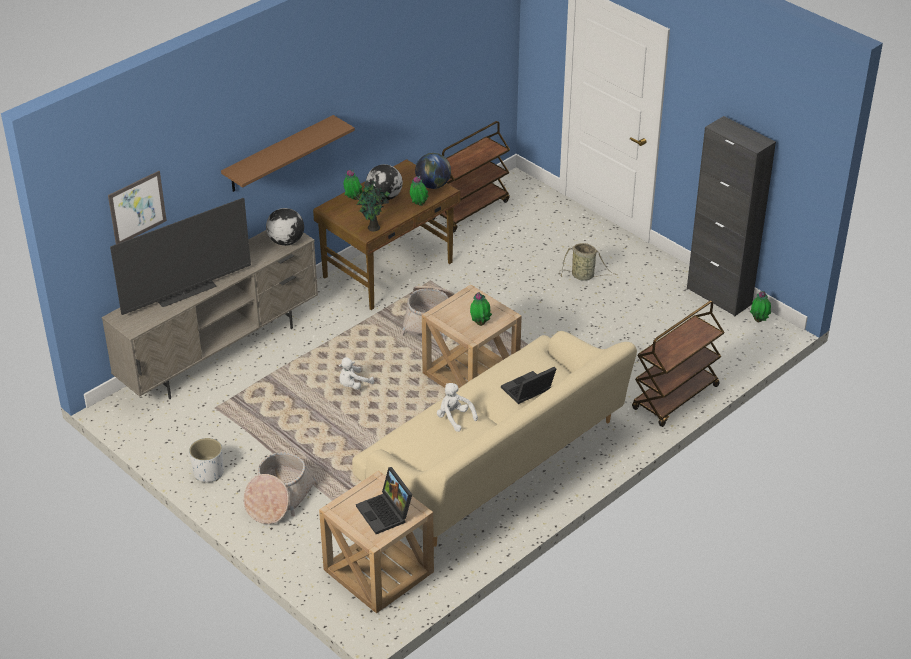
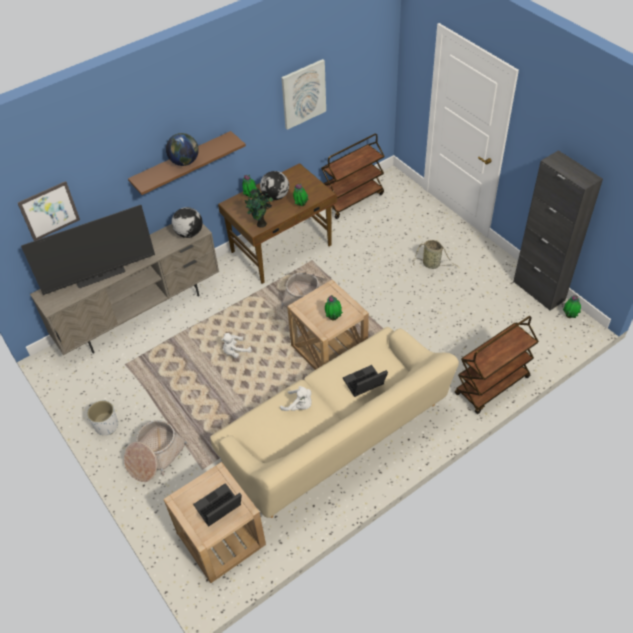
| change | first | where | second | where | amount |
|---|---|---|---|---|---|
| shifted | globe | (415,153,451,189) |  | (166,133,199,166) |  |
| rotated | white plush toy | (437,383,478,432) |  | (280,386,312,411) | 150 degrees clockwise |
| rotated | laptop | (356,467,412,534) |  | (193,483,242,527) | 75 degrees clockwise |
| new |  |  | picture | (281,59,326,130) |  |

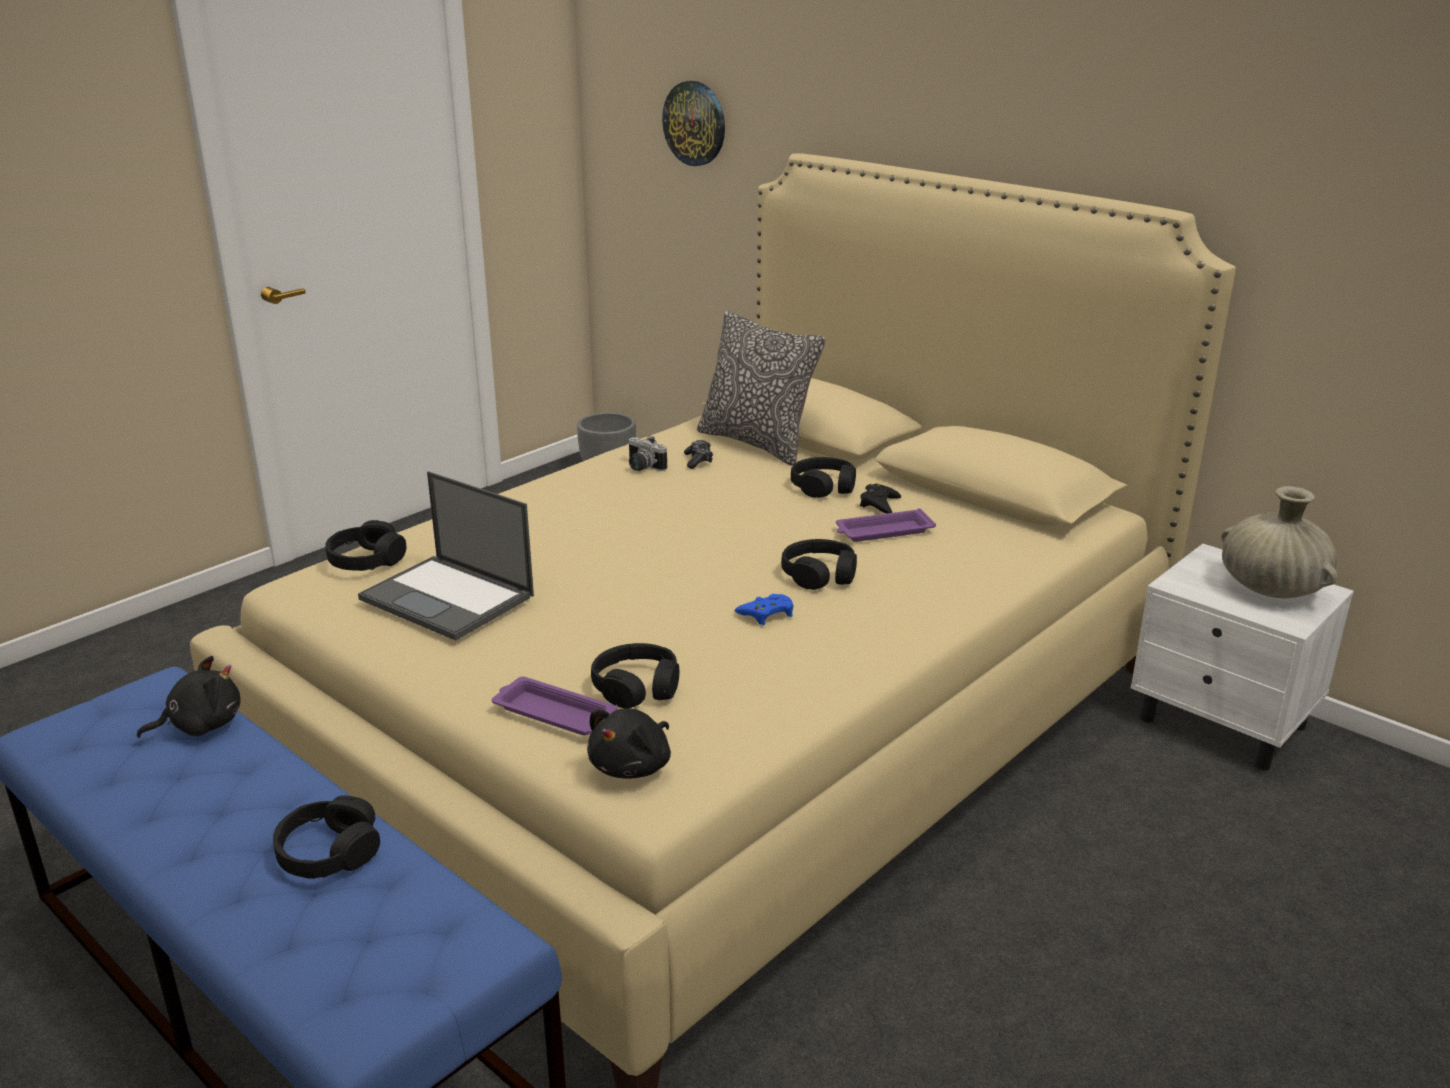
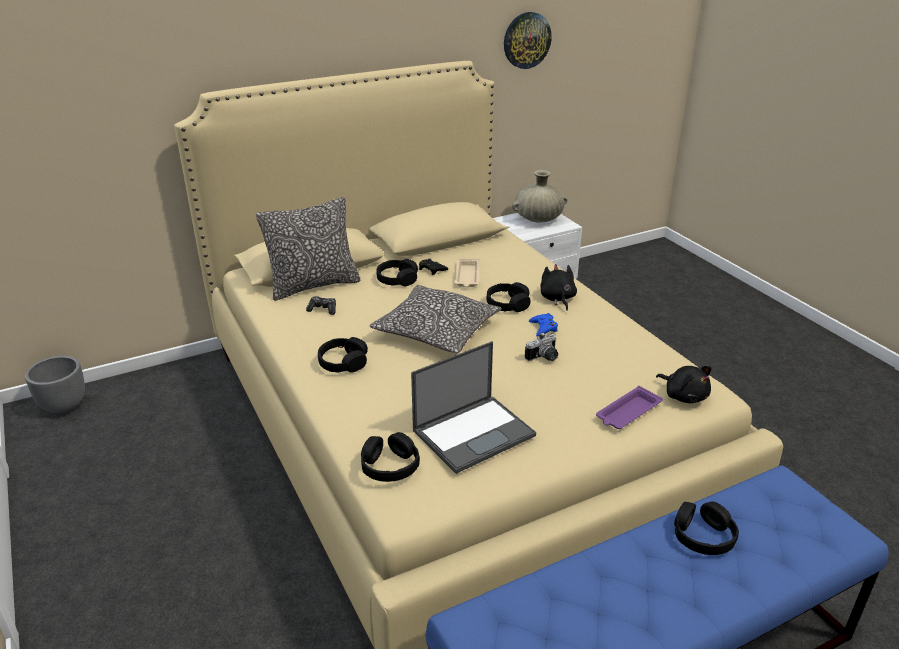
| change | first | where | second | where | amount |
|---|---|---|---|---|---|
| shifted | hanging clock | (662,81,725,166) |  | (504,12,552,69) |  |
| shifted | photo camera | (628,435,667,471) |  | (525,332,558,361) |  |
| repainted | purple serving tray | (836,508,936,542) | sand-coloured serving tray | (454,258,480,287) |  |
| shifted | black headset | (591,643,679,708) |  | (318,337,368,373) |  |
| shifted | black plush toy | (137,656,241,738) |  | (540,264,577,311) |  |
| new |  |  | throw pillow | (369,285,502,353) |  |

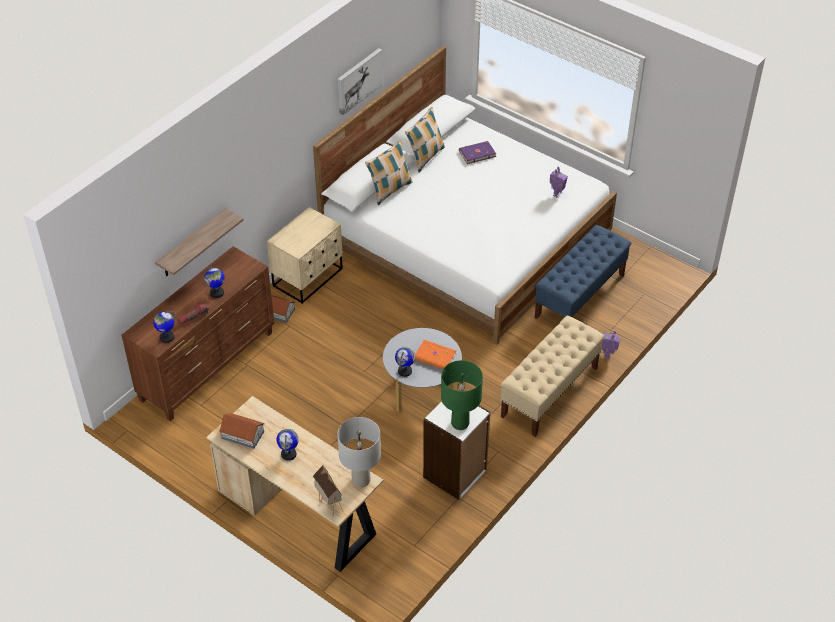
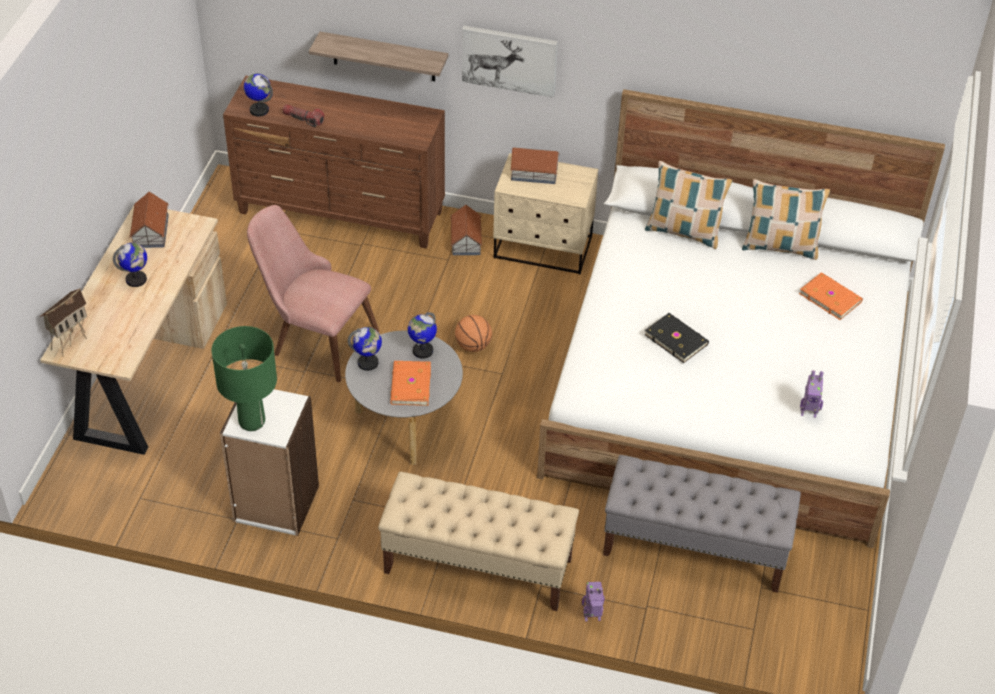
| change | first | where | second | where | amount |
|---|---|---|---|---|---|
| shifted | picture | (338,48,383,116) |  | (462,26,558,98) |  |
| repainted | purple volume | (459,141,496,164) | orangey volume | (799,272,863,320) |  |
| repainted | blue-coloured indoor bench | (535,225,631,319) | gray indoor bench | (603,455,801,593) |  |
| shifted | globe | (204,265,225,298) |  | (408,312,437,359) |  |
| gone | gray tabletop lamp | (337,417,381,488) |  |  |  |
| new |  |  | model house | (510,148,560,184) |  |
| new |  |  | pink-coloured chair | (247,205,379,382) |  |
| new |  |  | black volume | (644,313,709,363) |  |
| new |  |  | basketball ball | (455,315,492,352) |  |

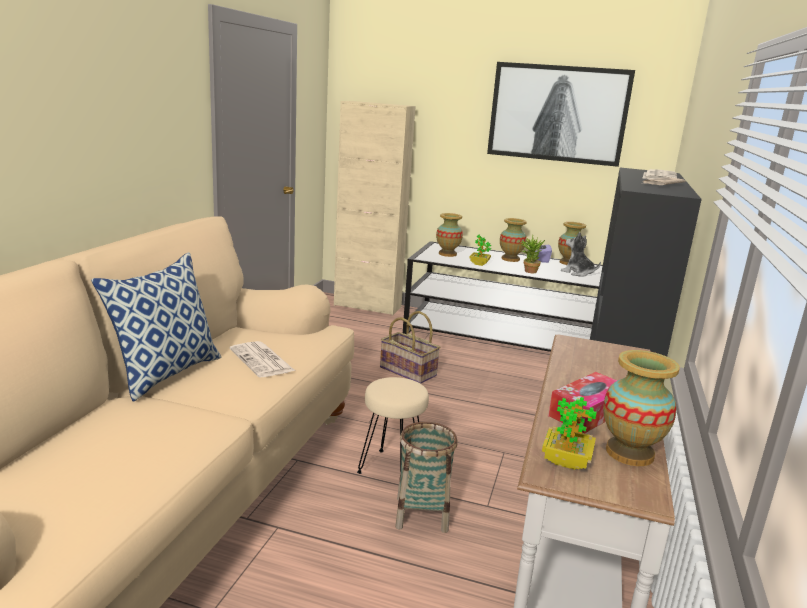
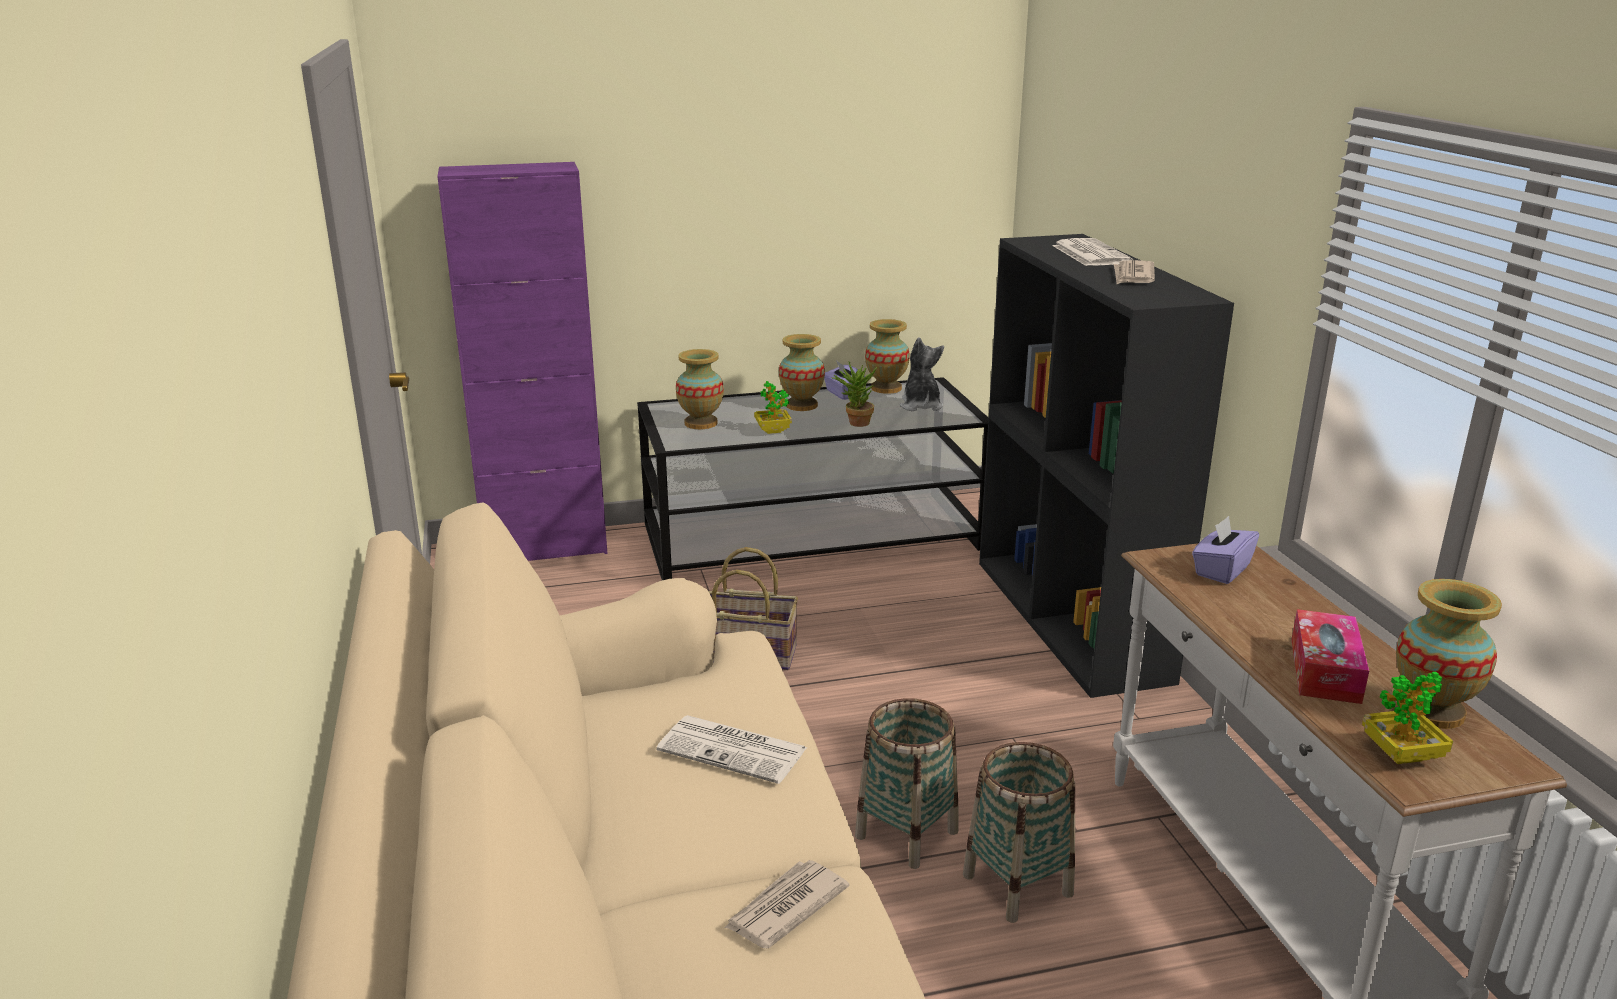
| change | first | where | second | where | amount |
|---|---|---|---|---|---|
| gone | picture | (487,62,635,167) |  |  |  |
| repainted | sand-coloured cupboard | (334,101,416,316) | purple cupboard | (437,162,607,561) |  |
| rotated | plush toy | (561,232,601,277) |  | (900,337,944,411) | 75 degrees clockwise |
| gone | throw pillow | (91,252,222,402) |  |  |  |
| swapped | sand-coloured stool | (357,377,429,474) | storage basket | (855,698,958,869) |  |
| new |  |  | purple box of tissues | (1192,516,1259,584) |  |
| new |  |  | printed paper | (724,860,850,948) |  |

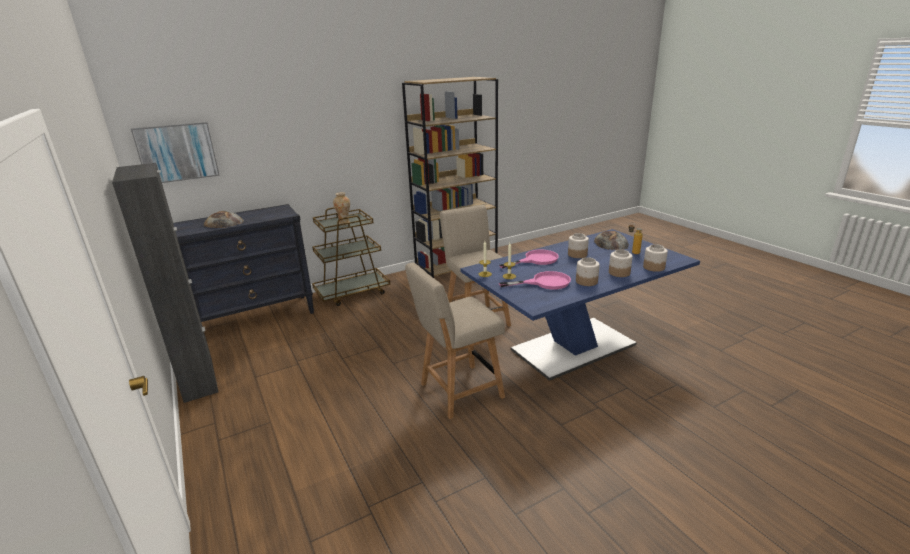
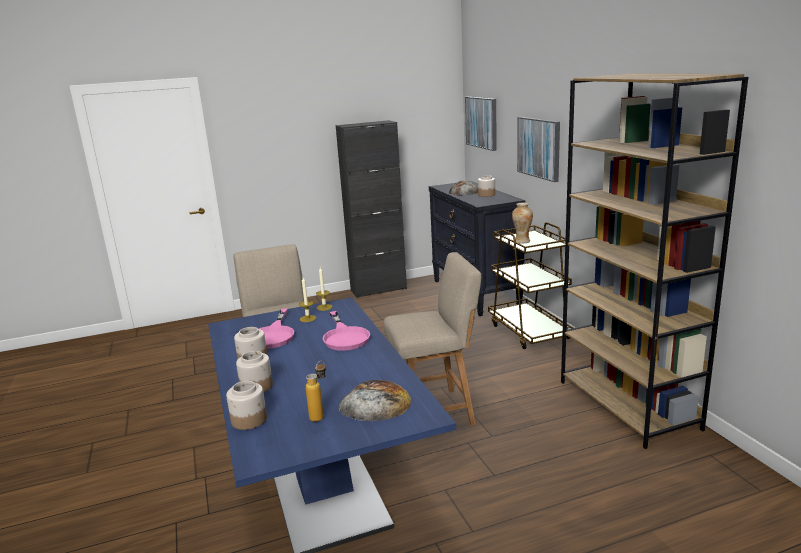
| change | first | where | second | where | amount |
|---|---|---|---|---|---|
| shifted | jar | (568,233,589,258) |  | (478,175,495,197) |  |
| new |  |  | picture | (517,117,560,182) |  |

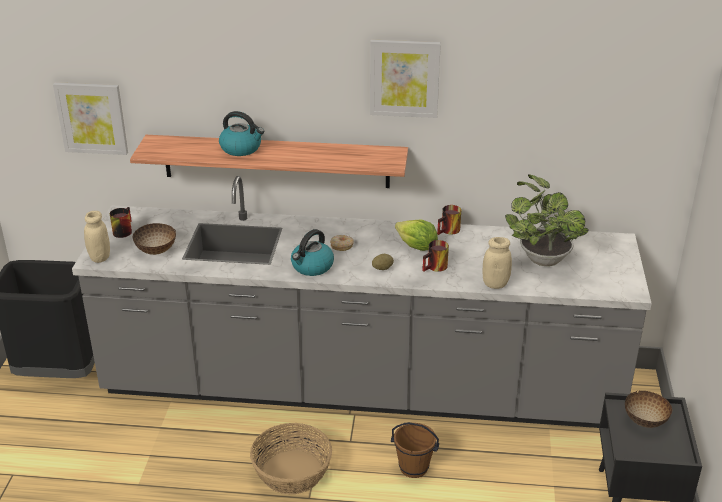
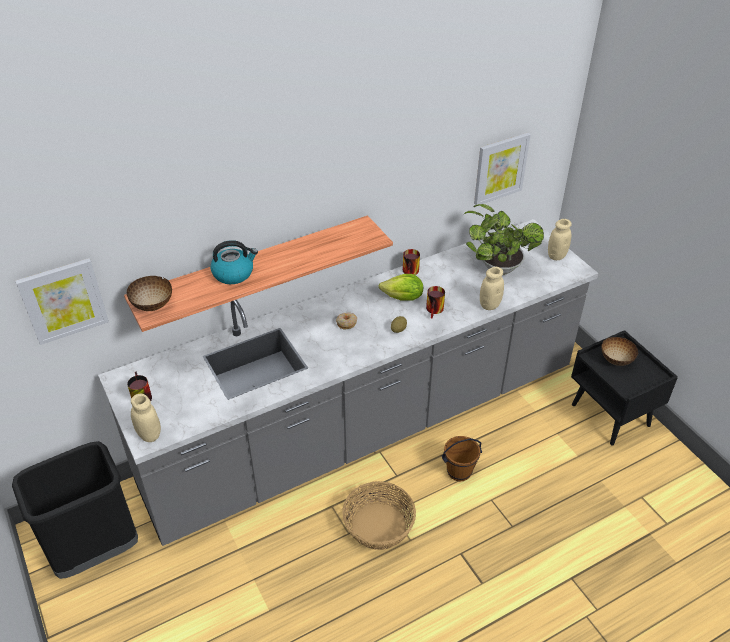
| change | first | where | second | where | amount |
|---|---|---|---|---|---|
| shifted | picture | (370,40,441,118) |  | (474,133,530,205) |  |
| shifted | deep dish | (132,223,176,255) |  | (127,276,172,311) |  |
| gone | kettle | (291,229,334,276) |  |  |  |
| new |  |  | sand-coloured jar | (548,219,572,260) |  |

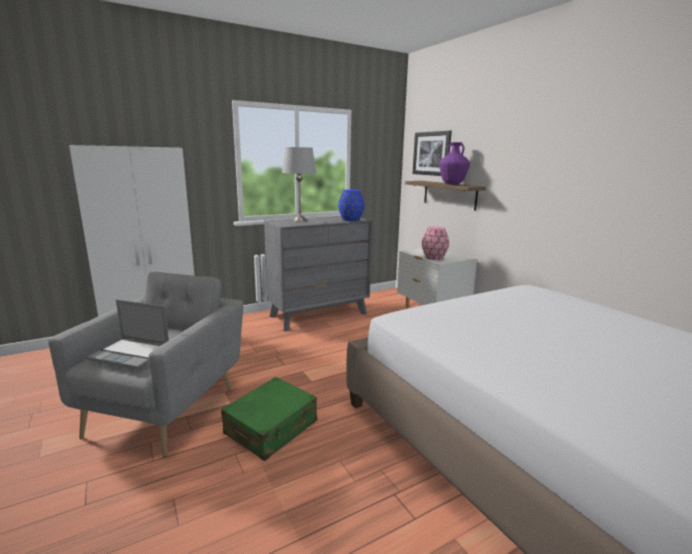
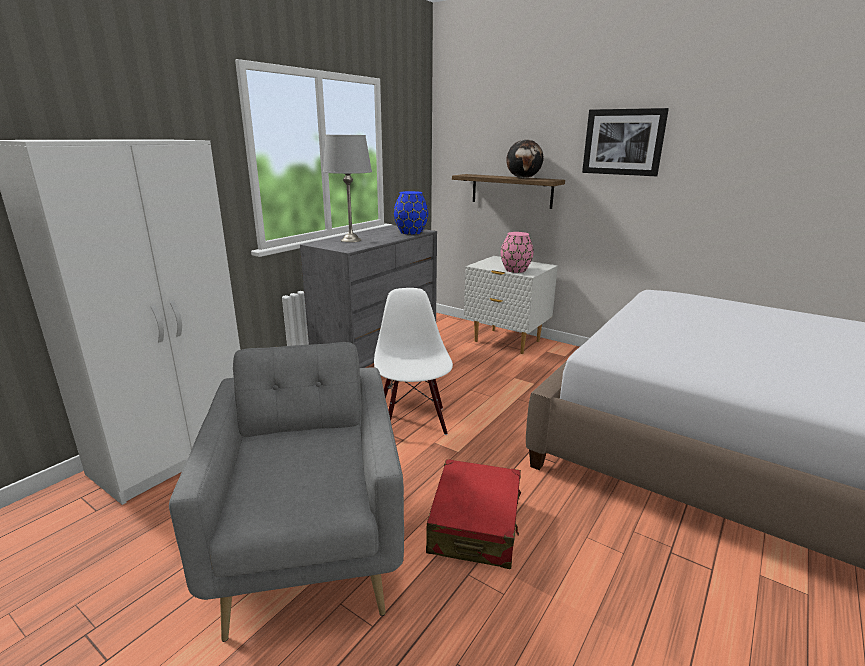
| change | first | where | second | where | amount |
|---|---|---|---|---|---|
| shifted | picture | (412,131,452,176) |  | (582,108,669,176) |  |
| swapped | purple flower vase | (439,142,470,185) | globe | (506,139,543,178) |  |
| gone | laptop | (87,300,169,369) |  |  |  |
| repainted | green-coloured piece of luggage | (221,377,317,461) | red piece of luggage | (426,459,521,569) |  |
| new |  |  | white chair | (374,288,453,435) |  |

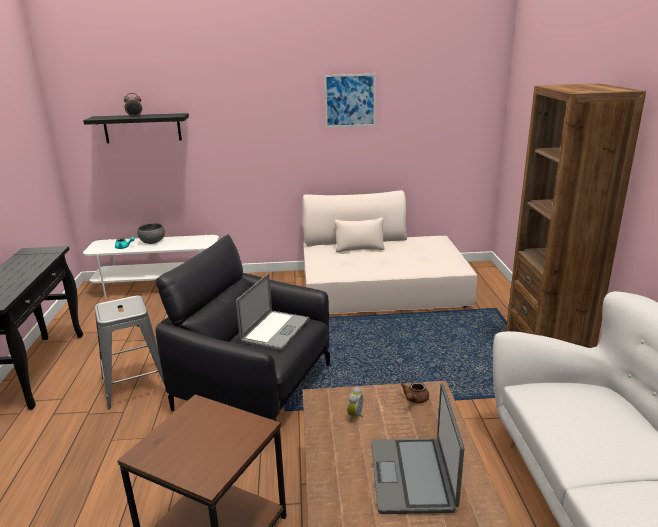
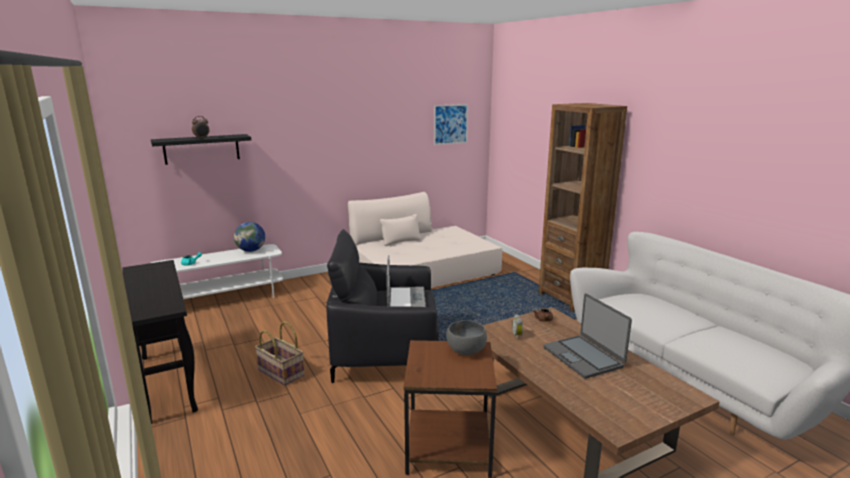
| change | first | where | second | where | amount |
|---|---|---|---|---|---|
| shifted | picture | (325,74,376,128) |  | (434,104,468,145) |  |
| shifted | gray deep dish | (137,223,165,244) |  | (446,320,487,355) |  |
| swapped | gray stool | (95,295,165,410) | storage basket | (255,321,305,386) |  |
| new |  |  | globe | (234,222,265,252) |  |

